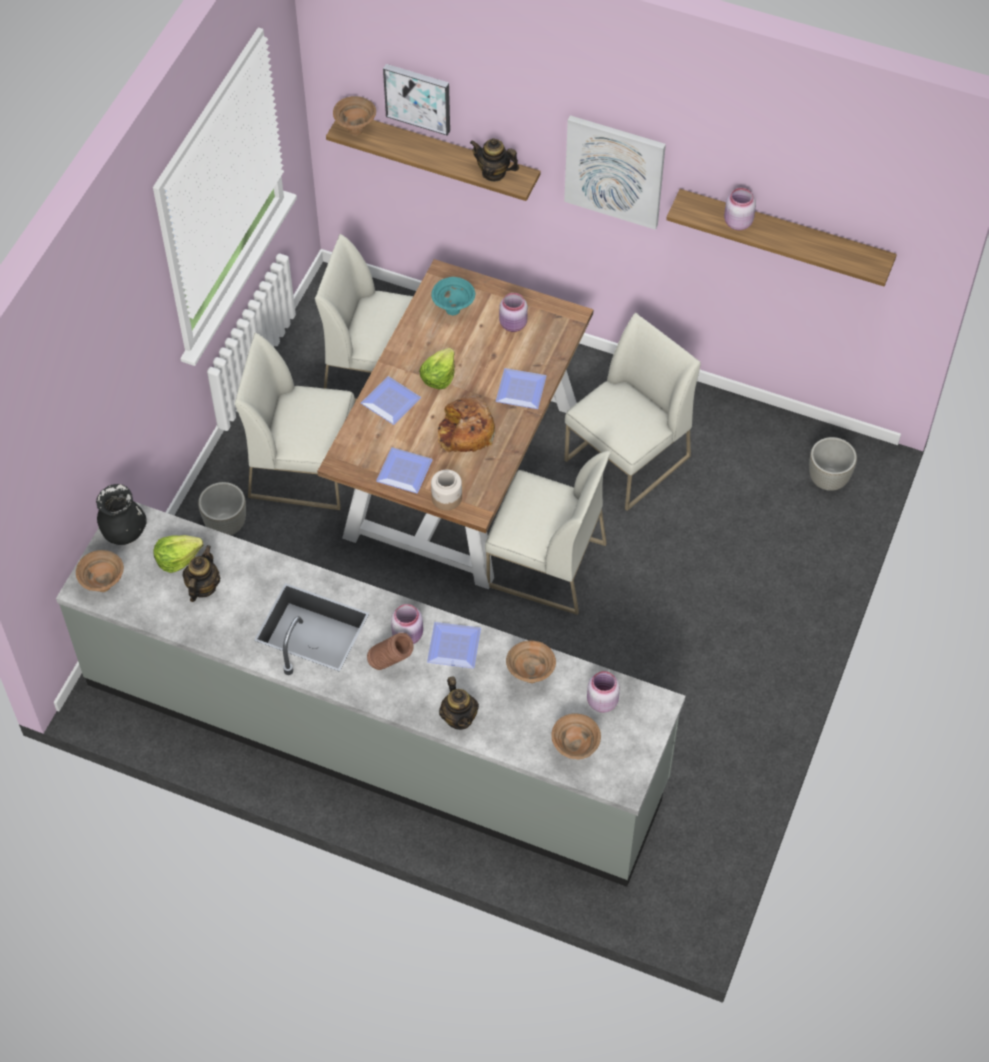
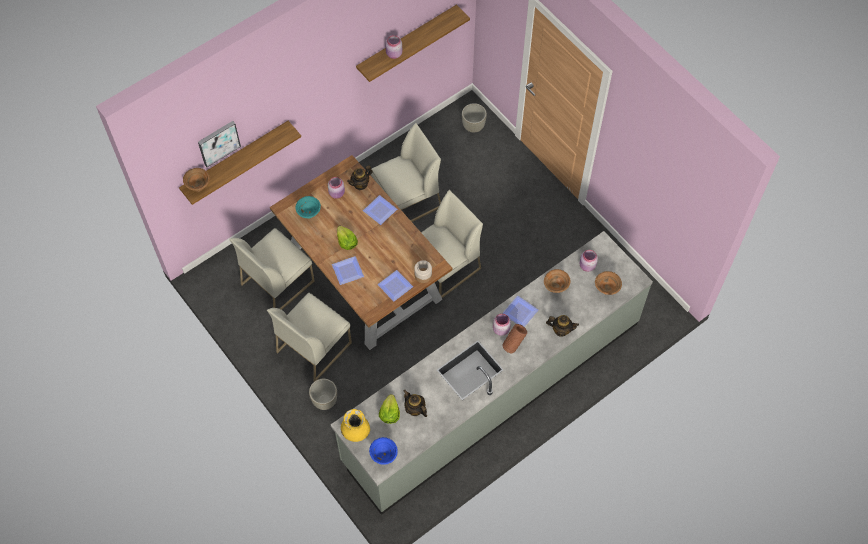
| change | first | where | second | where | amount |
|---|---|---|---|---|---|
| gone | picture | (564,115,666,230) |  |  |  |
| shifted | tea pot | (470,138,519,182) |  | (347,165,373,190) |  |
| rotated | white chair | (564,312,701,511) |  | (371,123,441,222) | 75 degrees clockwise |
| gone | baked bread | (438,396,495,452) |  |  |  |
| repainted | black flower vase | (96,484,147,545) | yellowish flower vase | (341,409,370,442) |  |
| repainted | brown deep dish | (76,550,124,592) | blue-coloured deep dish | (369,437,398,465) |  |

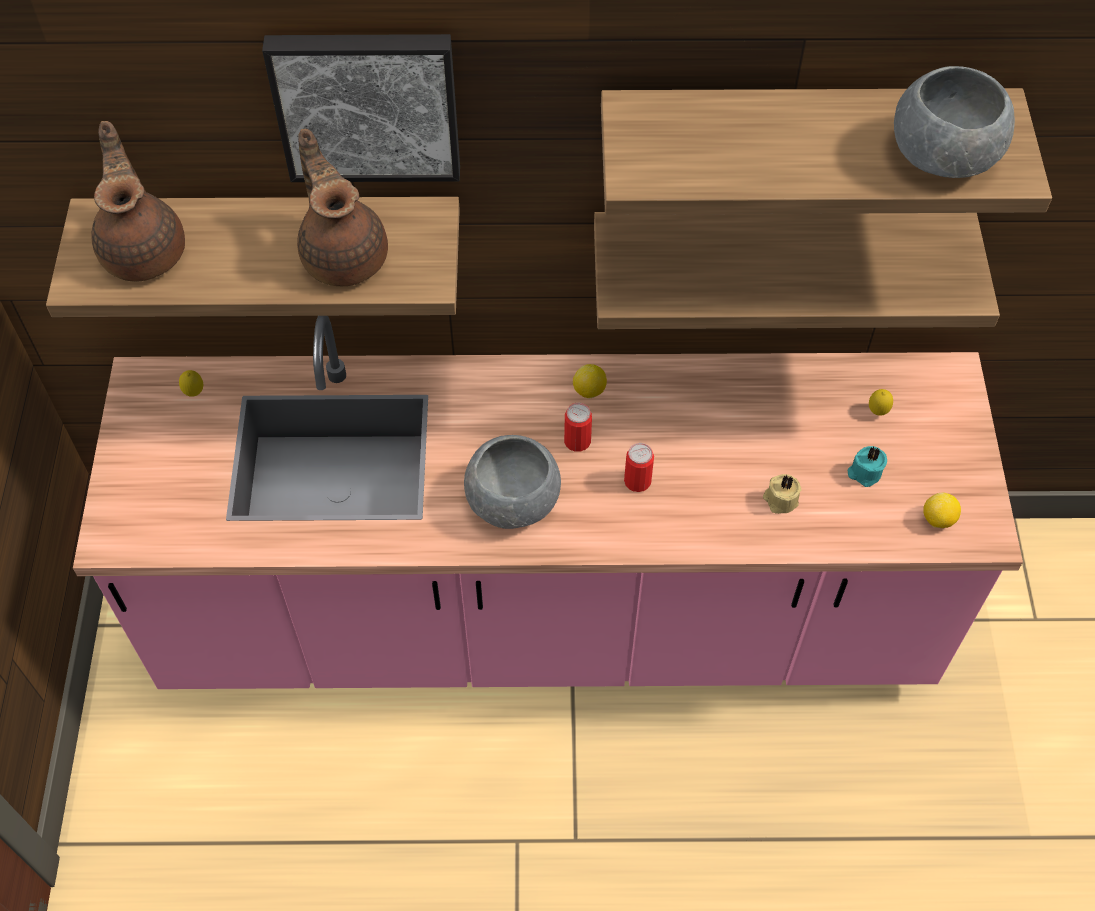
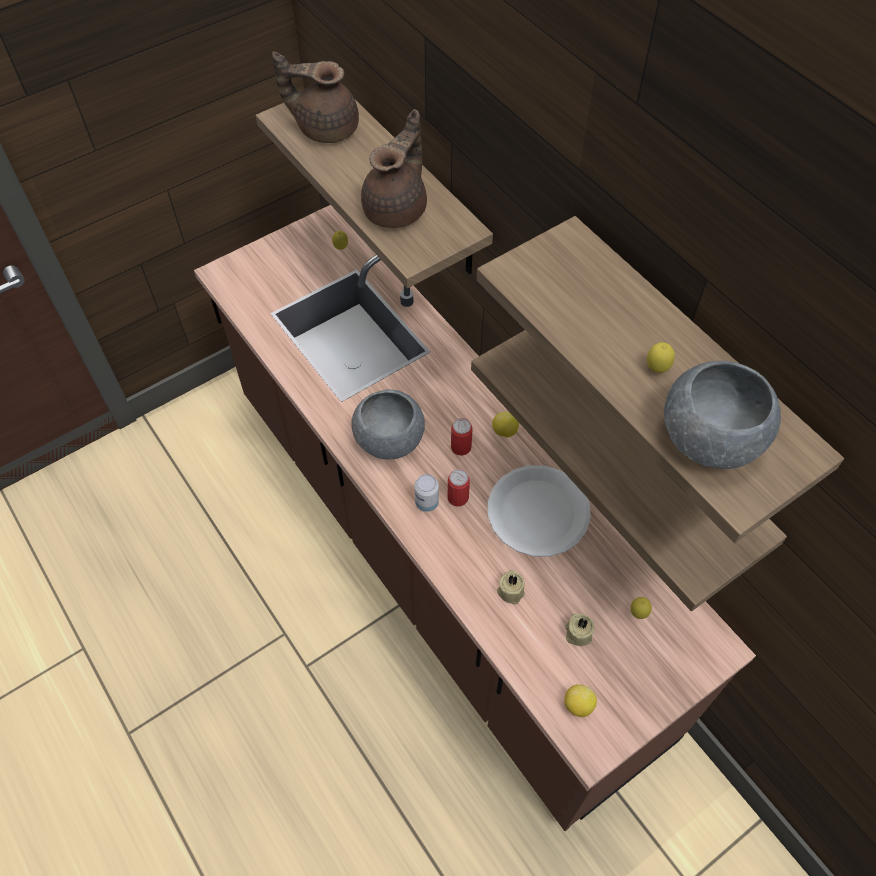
| change | first | where | second | where | amount |
|---|---|---|---|---|---|
| gone | picture | (262,34,460,182) |  |  |  |
| rotated | brown tea pot | (91,121,185,282) |  | (272,51,359,143) | 120 degrees counterclockwise |
| repainted | pink-coloured counter | (73,316,1023,689) | brown counter | (194,205,756,831) |  |
| repainted | blue-green wax light | (848,446,887,487) | sand-coloured wax light | (565,614,594,646) |  |
| new |  |  | whole lemon | (647,342,675,373) |  |
| new |  |  | white dinner plate | (488,465,591,557) |  |
| new |  |  | metal can | (415,474,439,512) |  |

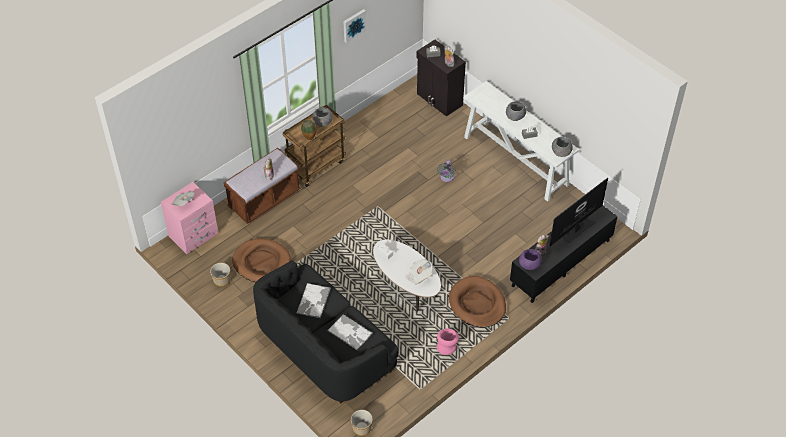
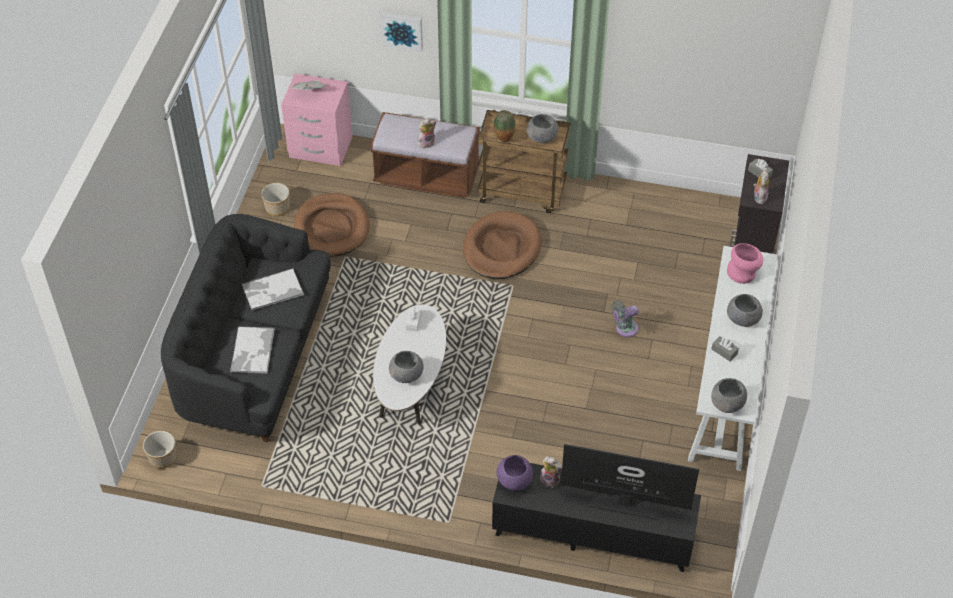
| change | first | where | second | where | amount |
|---|---|---|---|---|---|
| shifted | picture | (343,9,366,43) |  | (381,12,423,52) |  |
| swapped | printed paper | (406,259,432,285) | gray deep dish | (389,351,424,383) |  |
| shifted | brown dog bed | (449,276,506,327) |  | (463,211,541,279) |  |
| shifted | pink-coloured flower vase | (436,328,459,355) |  | (727,243,763,284) |  |

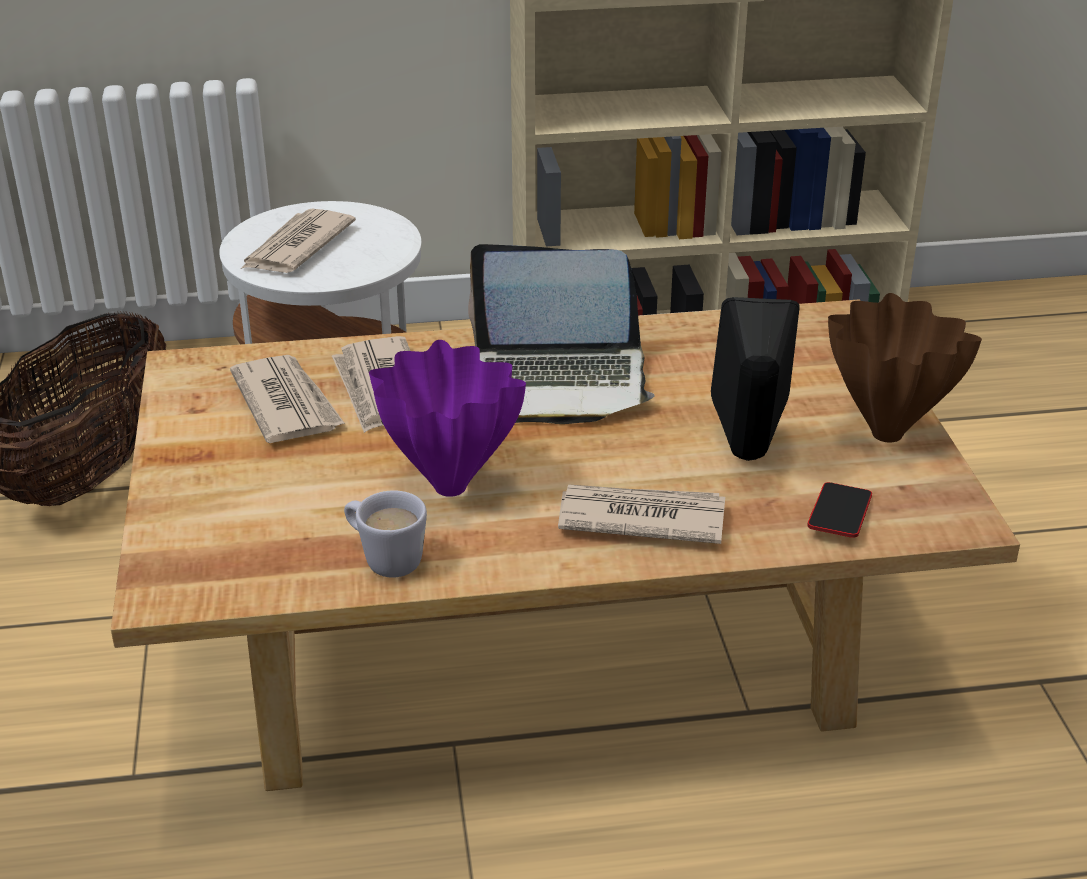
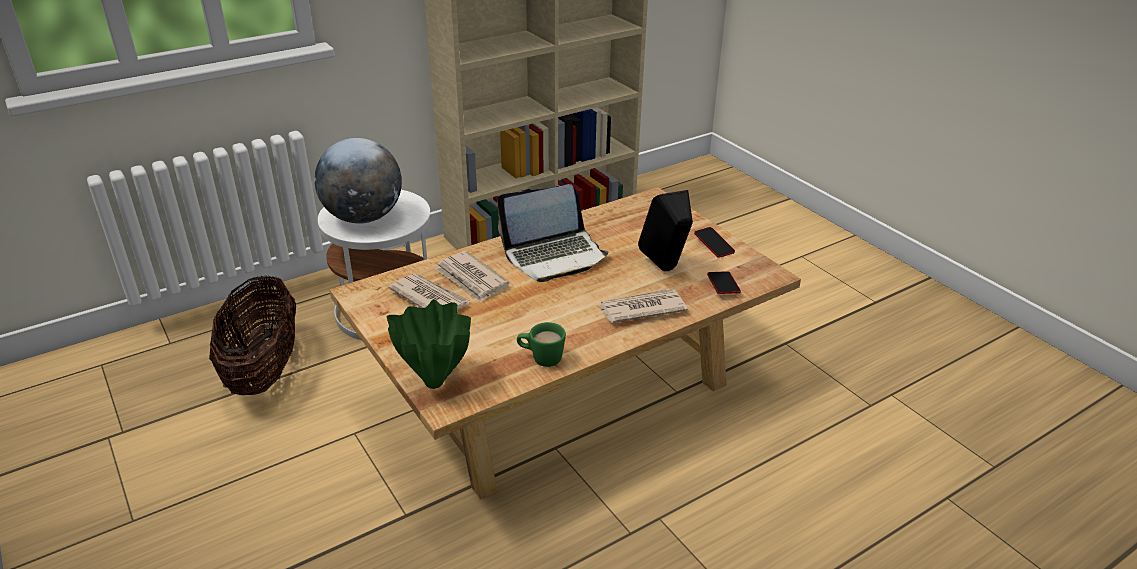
| change | first | where | second | where | amount |
|---|---|---|---|---|---|
| swapped | printed paper | (241,209,356,273) | globe | (314,138,402,224) |  |
| swapped | brown flower vase | (828,293,982,443) | handset | (694,227,735,258) |  |
| gone | purple flower vase | (369,340,526,497) |  |  |  |
| repainted | white mug | (344,490,427,578) | green-coloured mug | (517,322,566,367) |  |
| new |  |  | green-coloured flower vase | (387,300,471,389) |  |

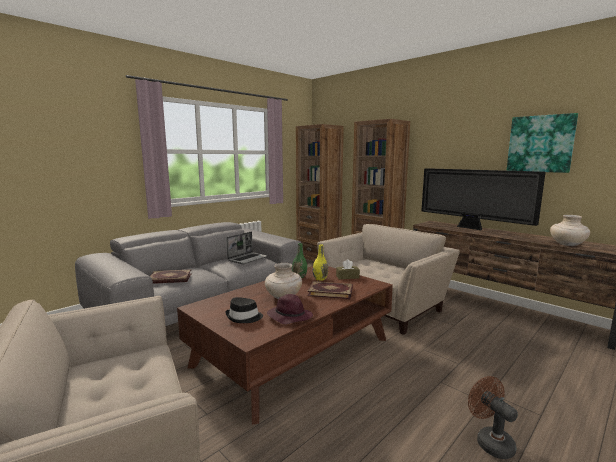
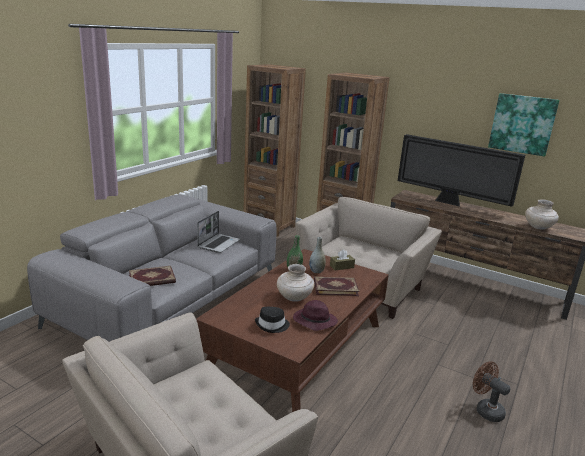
| change | first | where | second | where | amount |
|---|---|---|---|---|---|
| repainted | yellowish flower vase | (313,245,328,281) | gray flower vase | (309,237,326,273) |  |

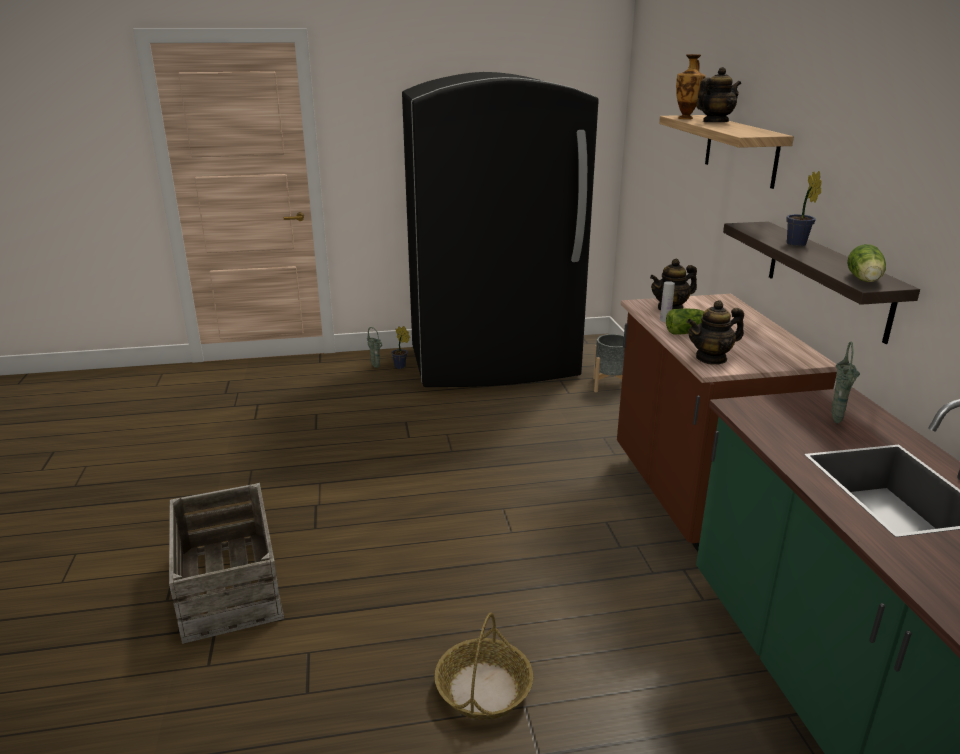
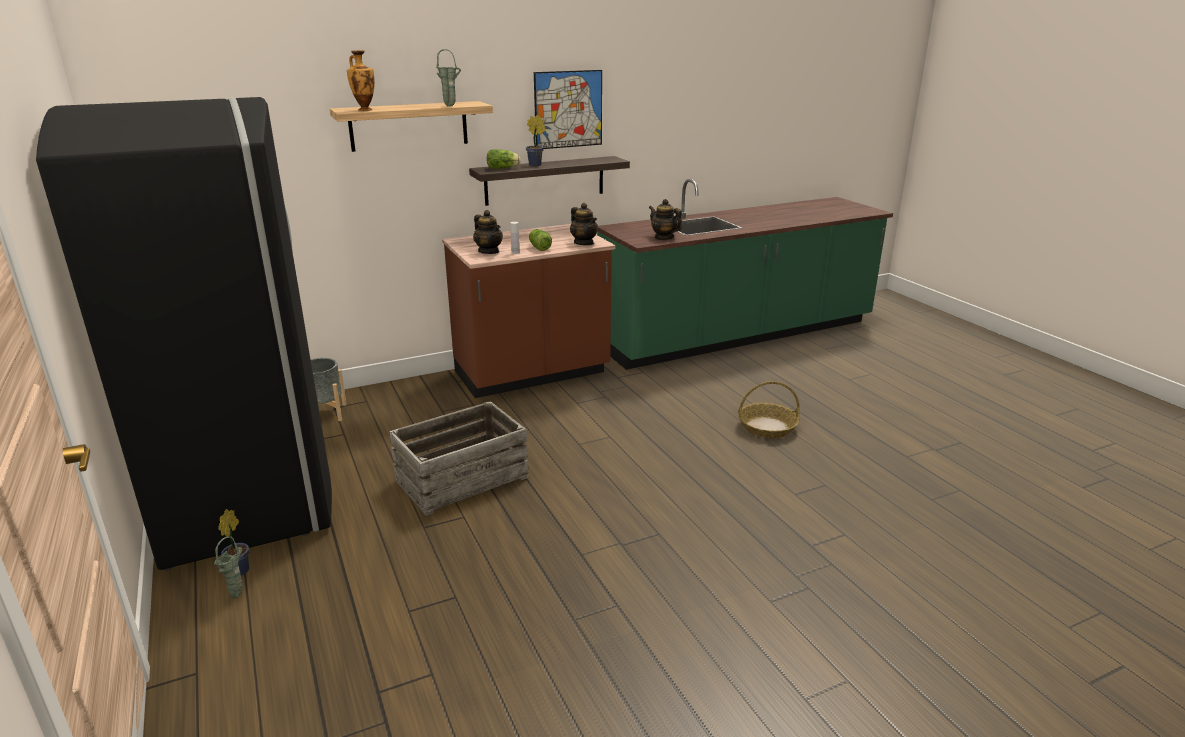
| change | first | where | second | where | amount |
|---|---|---|---|---|---|
| shifted | tea pot | (696,67,741,122) |  | (649,199,682,240) |  |
| shifted | lettuce | (847,244,886,282) |  | (487,149,521,169) |  |
| shifted | green-coloured flower vase | (831,342,860,424) |  | (436,49,461,106) |  |
| shifted | crate | (169,483,284,644) |  | (389,401,528,516) |  |
| new |  |  | picture | (534,70,602,149) |  |

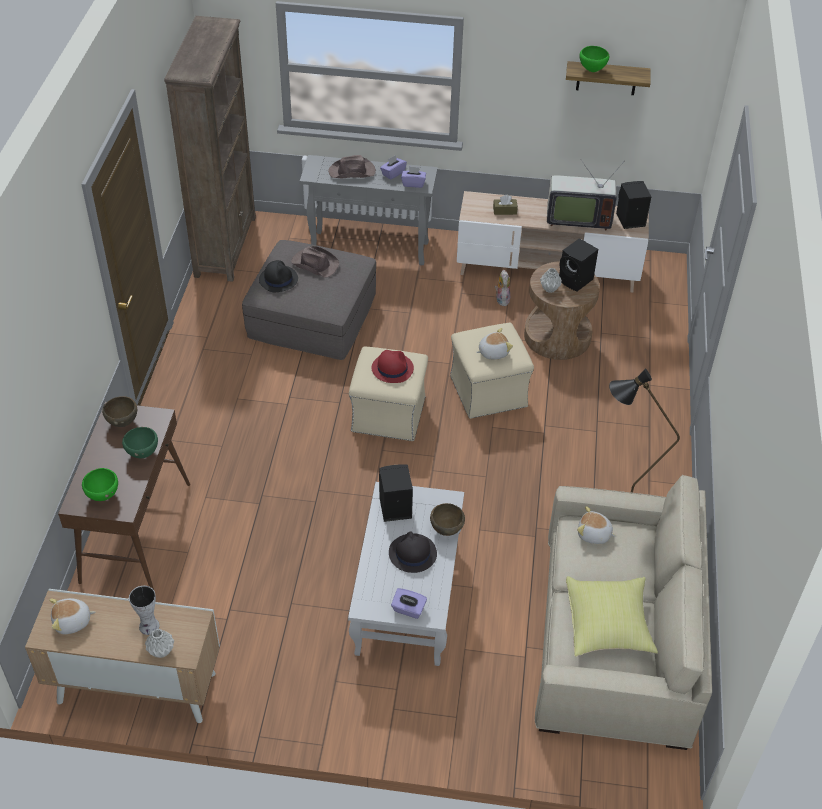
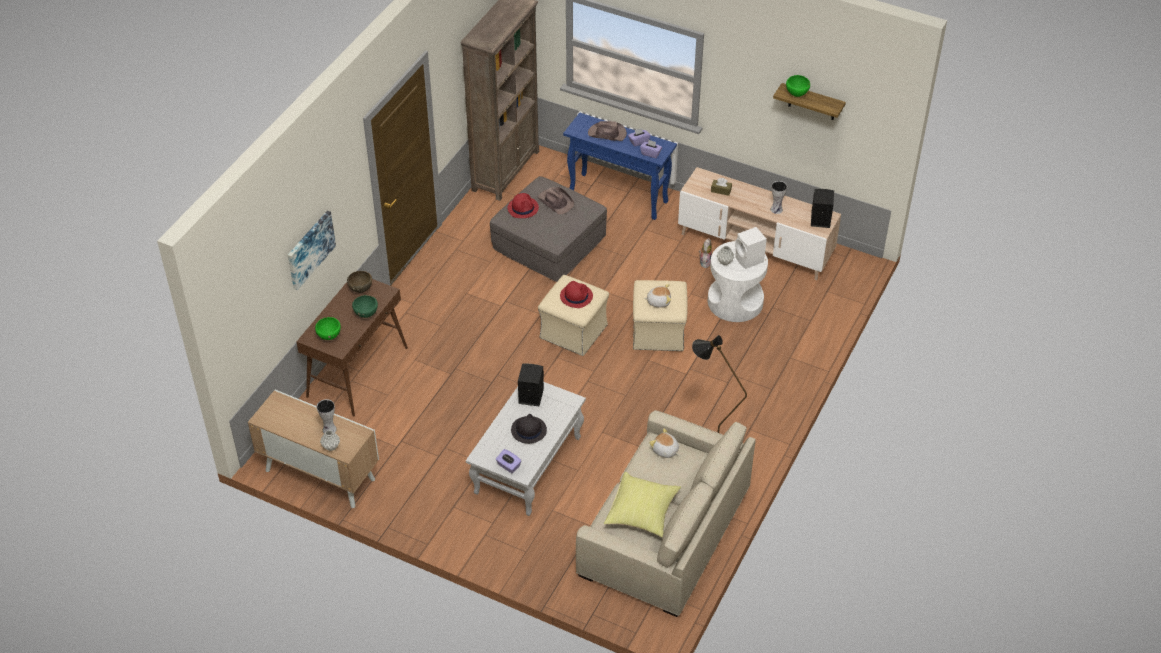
| change | first | where | second | where | amount |
|---|---|---|---|---|---|
| repainted | gray console table | (300,155,438,265) | blue-coloured console table | (563,112,677,220) |  |
| swapped | TV set | (547,160,623,231) | flower vase | (771,181,787,214) |  |
| repainted | black loudspeaker | (559,238,598,292) | white loudspeaker | (735,227,767,269) |  |
| repainted | black clothing hat | (259,260,298,292) | red clothing hat | (508,193,539,218) |  |
| repainted | brown side table | (524,261,600,360) | white side table | (708,241,768,322) |  |
| gone | brown deep dish | (430,503,465,536) |  |  |  |
| gone | plush toy | (49,598,95,634) |  |  |  |
| new |  |  | picture | (288,211,336,290) |  |

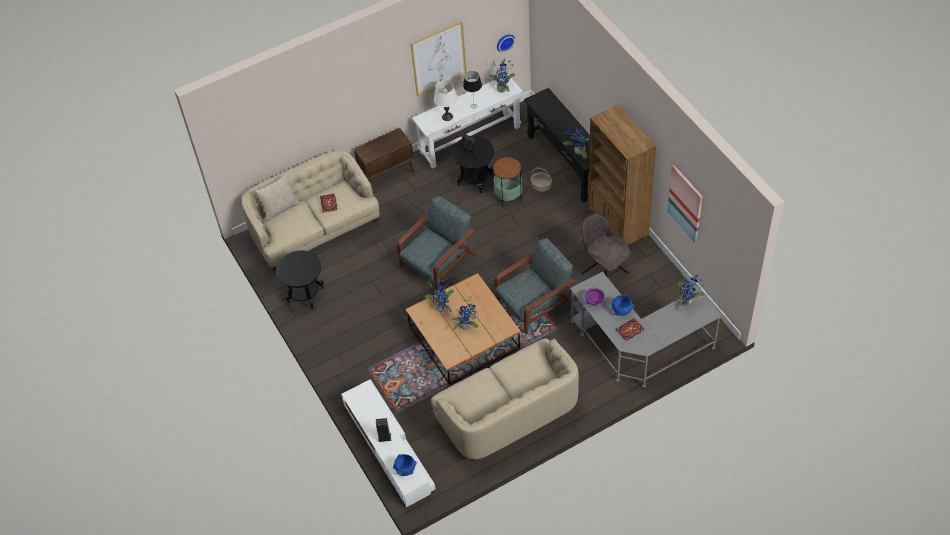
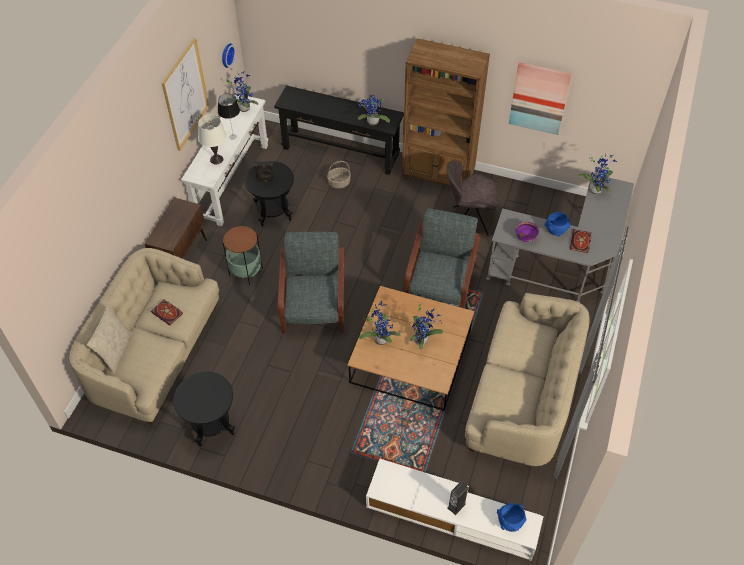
| change | first | where | second | where | amount |
|---|---|---|---|---|---|
| shifted | side table | (493,157,522,206) |  | (223,226,263,285) |  |

